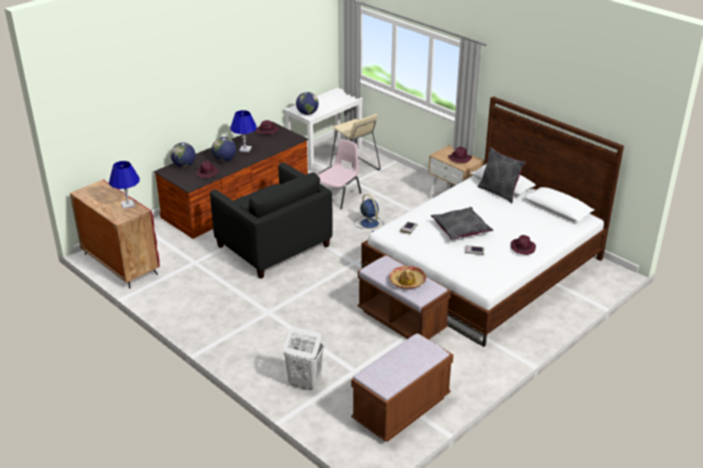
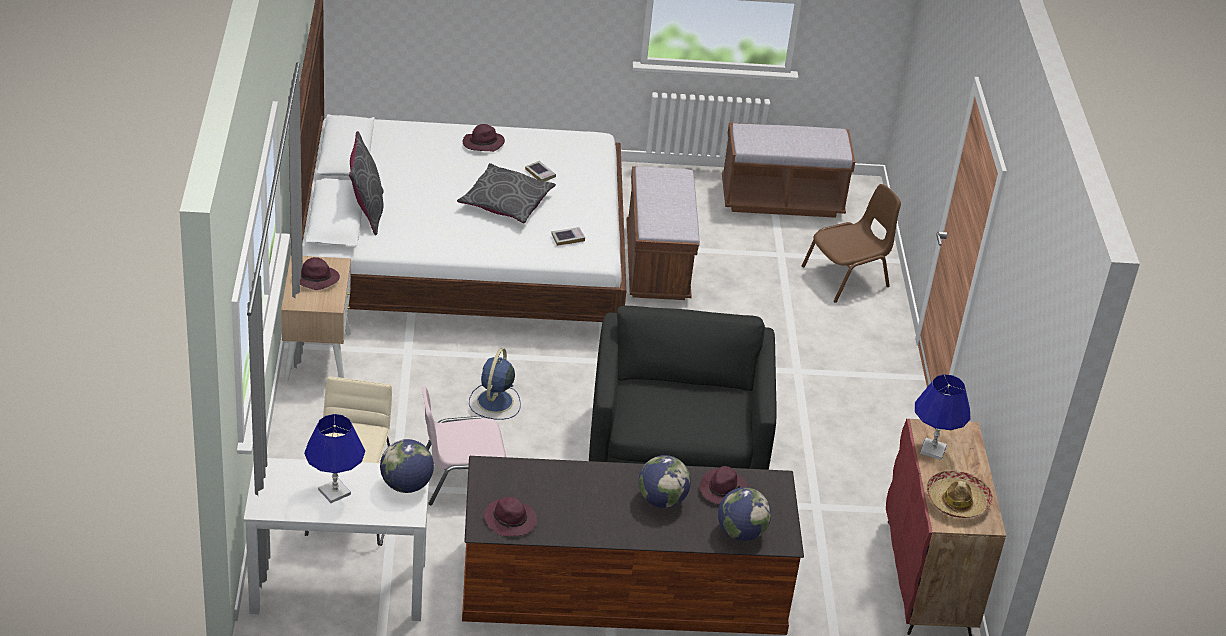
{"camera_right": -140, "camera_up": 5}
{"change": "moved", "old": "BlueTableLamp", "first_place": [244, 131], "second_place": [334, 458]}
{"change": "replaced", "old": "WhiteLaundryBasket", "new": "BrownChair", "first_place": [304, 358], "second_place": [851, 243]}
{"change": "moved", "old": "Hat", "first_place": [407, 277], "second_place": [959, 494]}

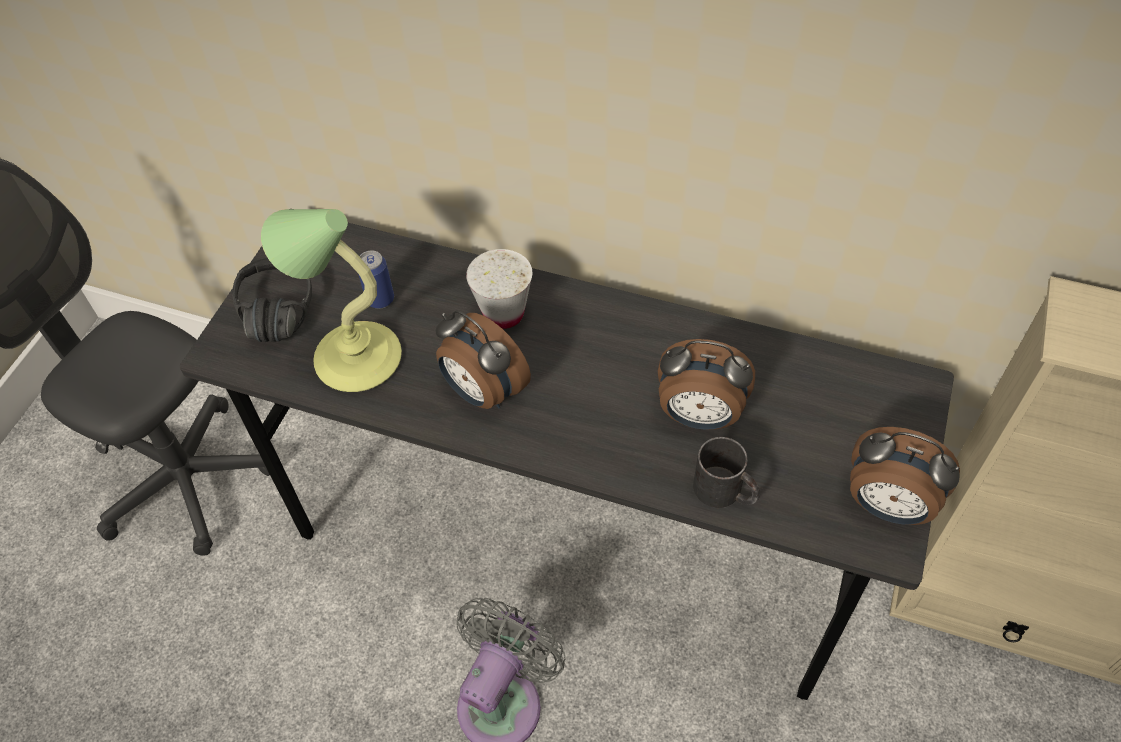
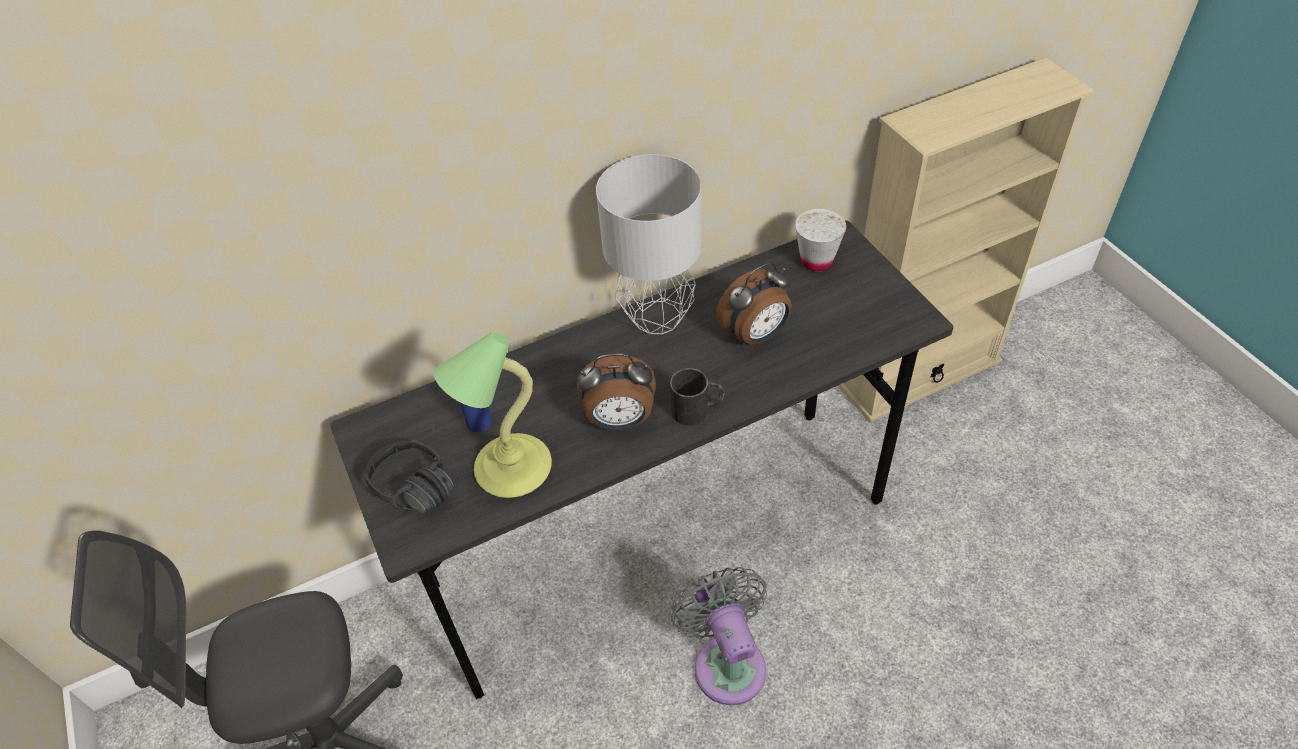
{"camera_right": -45, "camera_up": -5}
{"change": "moved", "old": "WhiteCup", "first_place": [499, 289], "second_place": [820, 240]}
{"change": "moved", "old": "BlackMug", "first_place": [726, 472], "second_place": [697, 397]}
{"change": "removed", "old": "AlarmClock", "first_place": [905, 476]}
{"change": "added", "new": "GreyTableLamp", "second_place": [649, 244]}

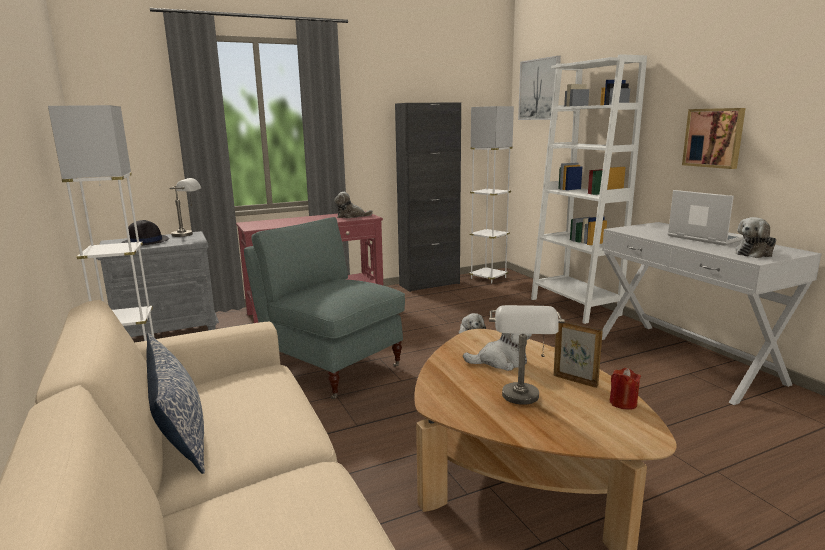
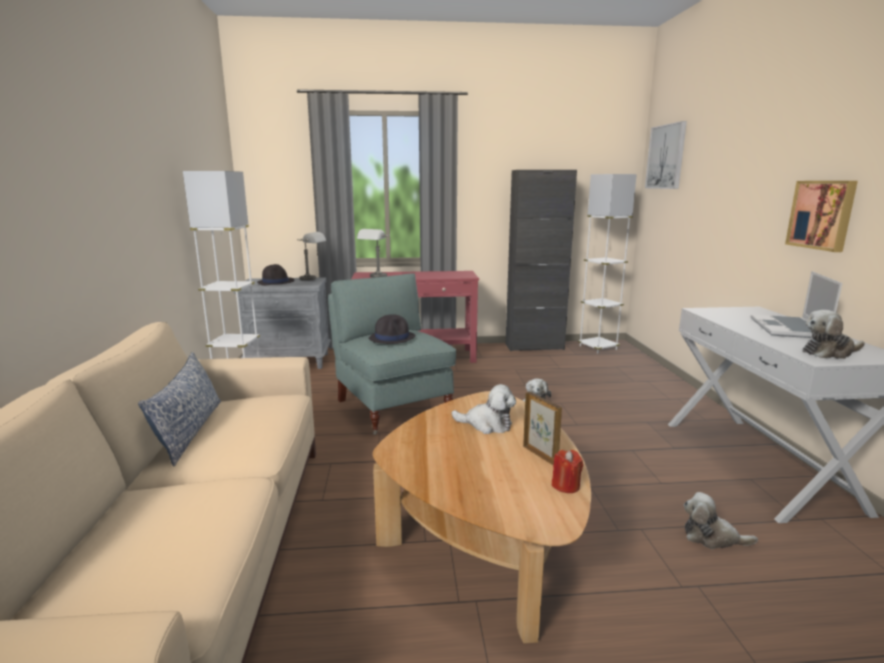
{"camera_right": 20, "camera_up": 0}
{"change": "moved", "old": "PlushToy", "first_place": [353, 205], "second_place": [721, 520]}
{"change": "moved", "old": "GreyTableLamp", "first_place": [527, 355], "second_place": [373, 253]}
{"change": "removed", "old": "WhiteBookcase", "first_place": [589, 189]}
{"change": "turned", "old": "Laptop", "first_place": [705, 218], "second_place": [796, 304], "degrees": -150}
{"change": "added", "new": "BlackHat", "second_place": [392, 329]}

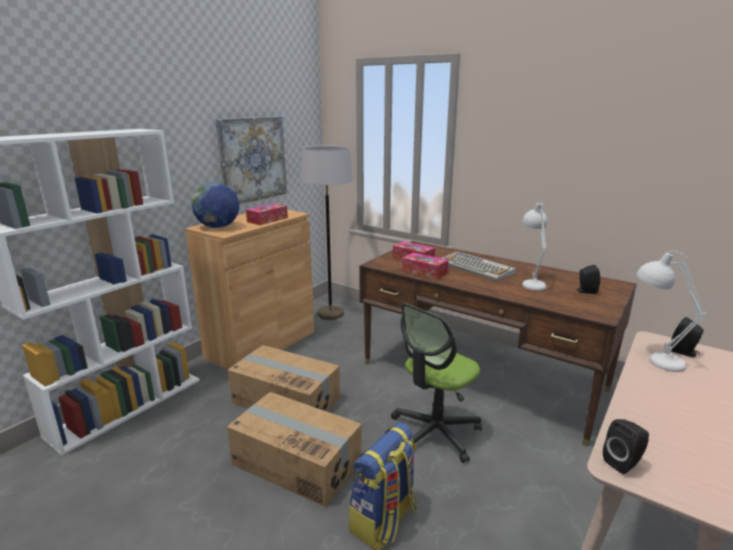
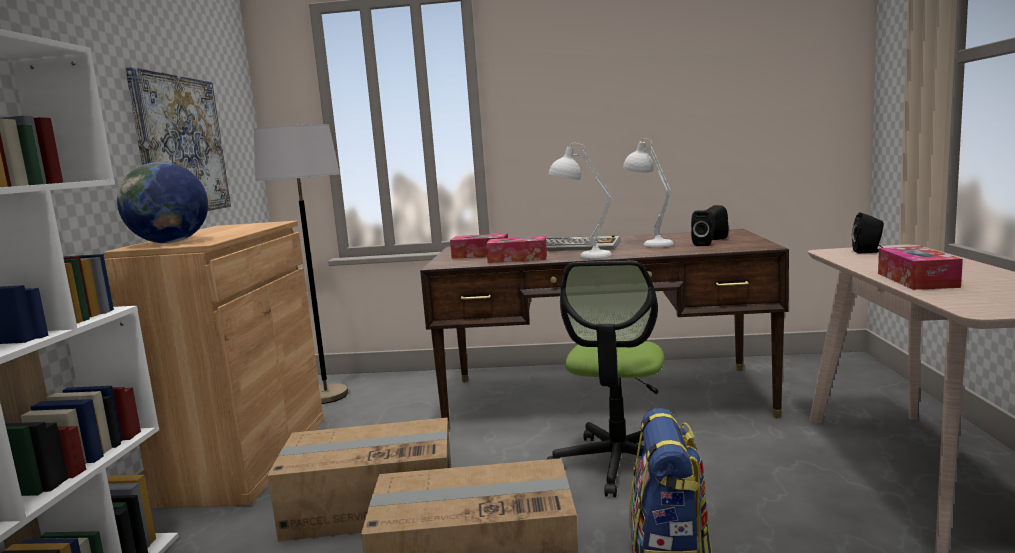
{"camera_right": -30, "camera_up": -10}
{"change": "moved", "old": "TissueBox", "first_place": [267, 214], "second_place": [920, 268]}
{"change": "moved", "old": "BlackSpeaker", "first_place": [626, 446], "second_place": [703, 228]}
{"change": "moved", "old": "WhiteTableLamp", "first_place": [671, 311], "second_place": [580, 201]}

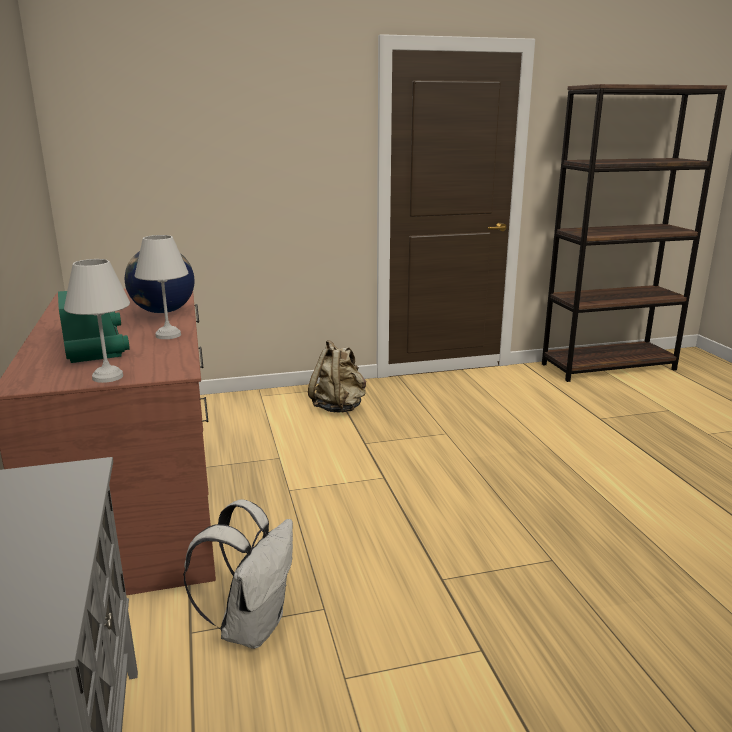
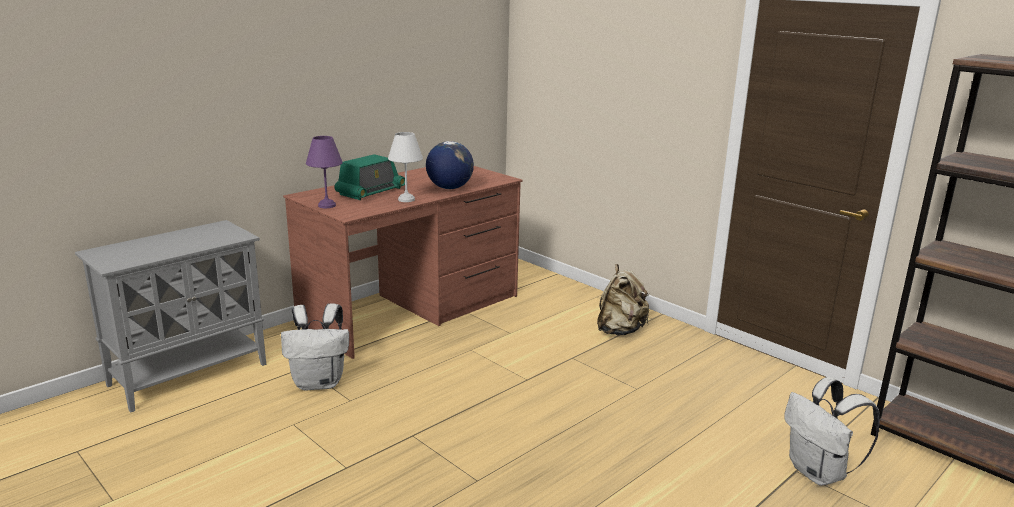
{"camera_right": 60, "camera_up": 0}
{"change": "recoloured", "old": "WhiteTableLamp", "new": "PurpleTableLamp", "first_place": [97, 321], "second_place": [324, 172]}
{"change": "added", "new": "WhiteBackpack", "second_place": [832, 431]}

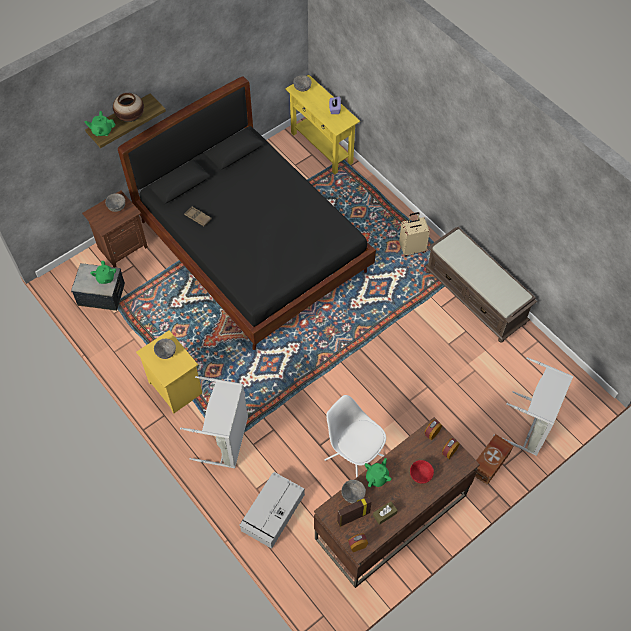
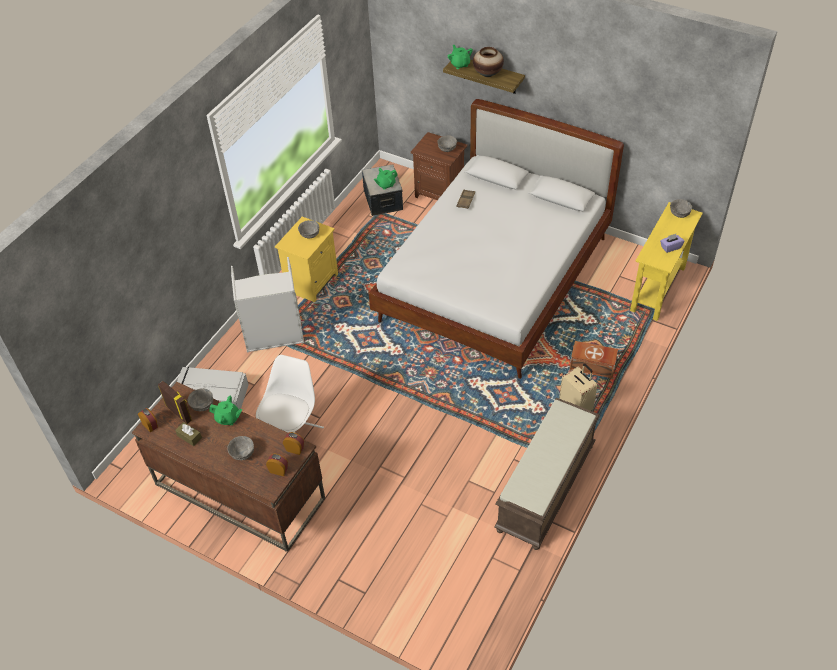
{"camera_right": 70, "camera_up": -10}
{"change": "recoloured", "old": "BlackBed", "new": "WhiteBed", "first_place": [247, 213], "second_place": [496, 239]}
{"change": "recoloured", "old": "RedBowl", "new": "GreyBowl", "first_place": [422, 472], "second_place": [240, 448]}
{"change": "moved", "old": "BrownStorageBox", "first_place": [494, 459], "second_place": [594, 359]}
{"change": "removed", "old": "GreyLaundryBasket", "first_place": [533, 406]}

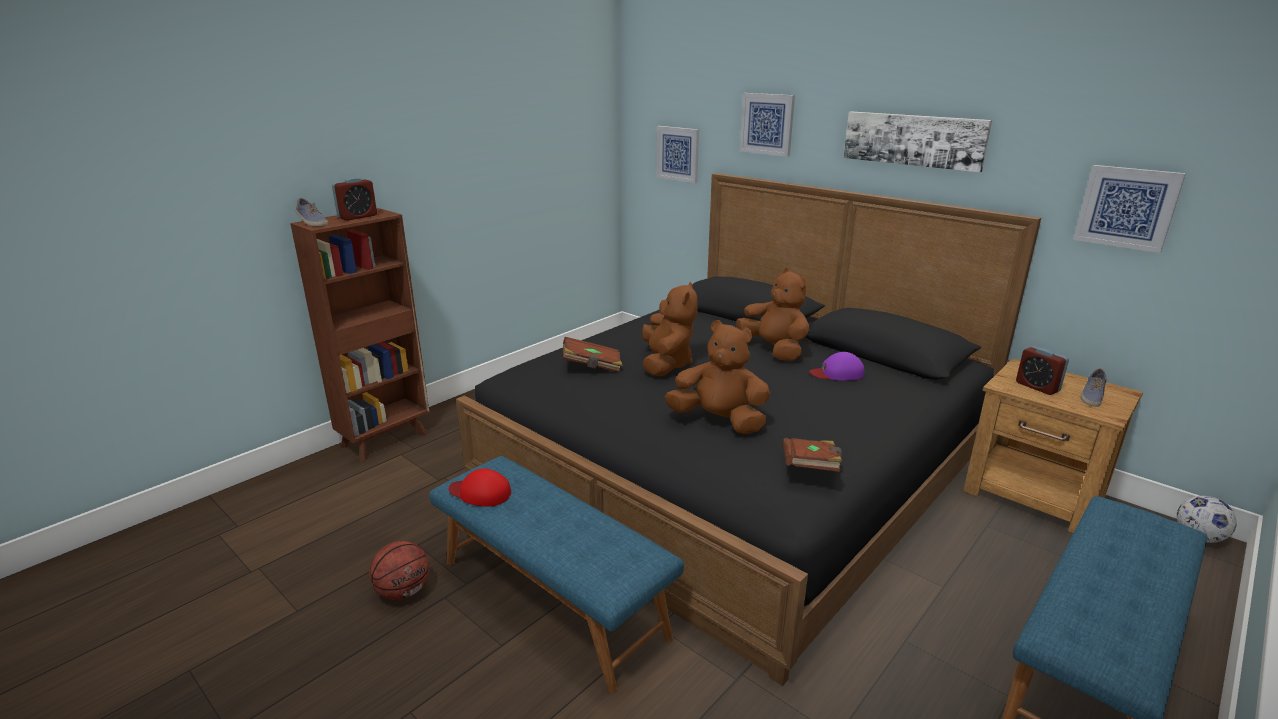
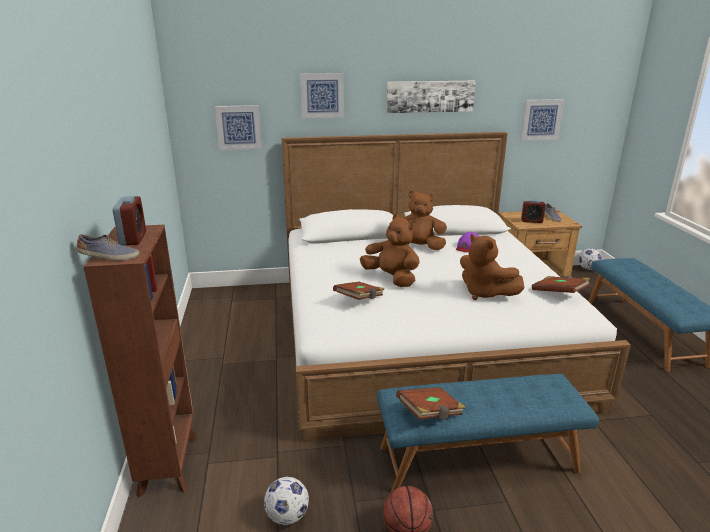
{"camera_right": -50, "camera_up": 0}
{"change": "replaced", "old": "RedCap", "new": "BrownBook", "first_place": [480, 487], "second_place": [431, 403]}
{"change": "recoloured", "old": "BlackBed", "new": "WhiteBed", "first_place": [748, 429], "second_place": [456, 287]}
{"change": "turned", "old": "BrownPlushToy", "first_place": [717, 377], "second_place": [492, 267], "degrees": -105}
{"change": "added", "new": "Football", "second_place": [286, 501]}

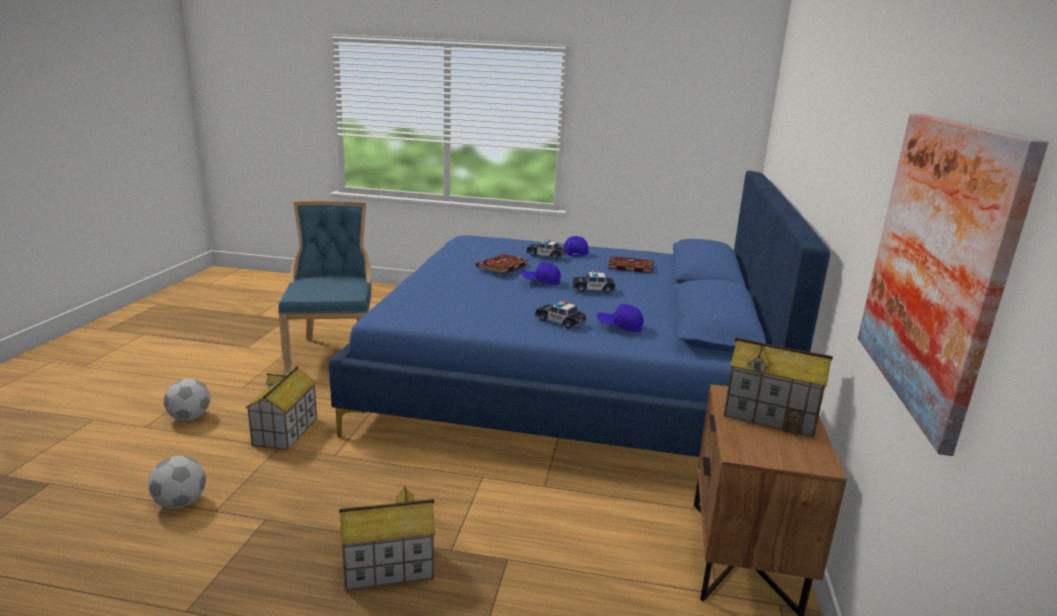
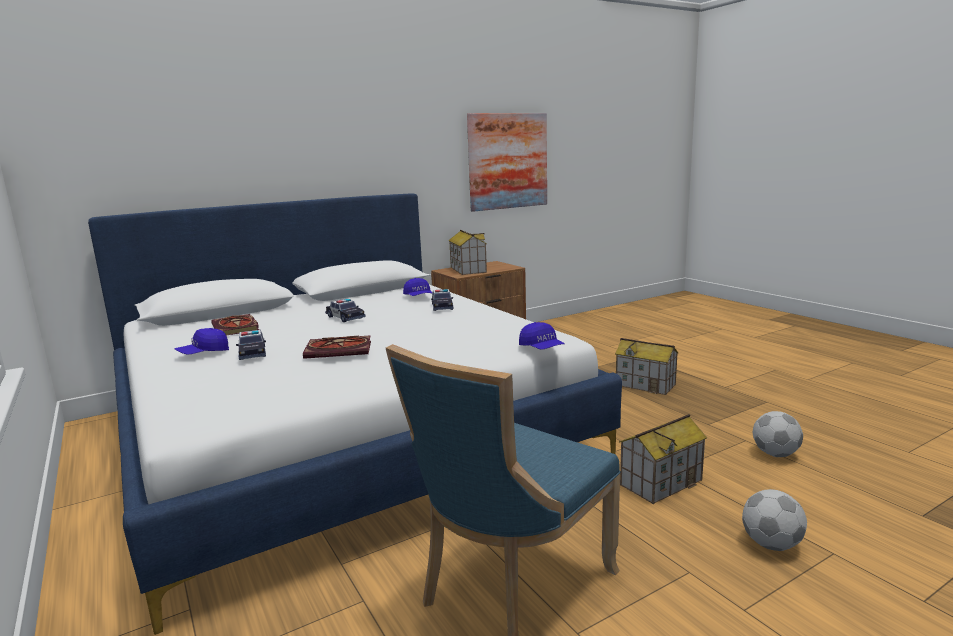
{"camera_right": -130, "camera_up": -5}
{"change": "recoloured", "old": "BlueBed", "new": "WhiteBed", "first_place": [579, 314], "second_place": [355, 414]}
{"change": "moved", "old": "BlueCap", "first_place": [541, 273], "second_place": [542, 336]}

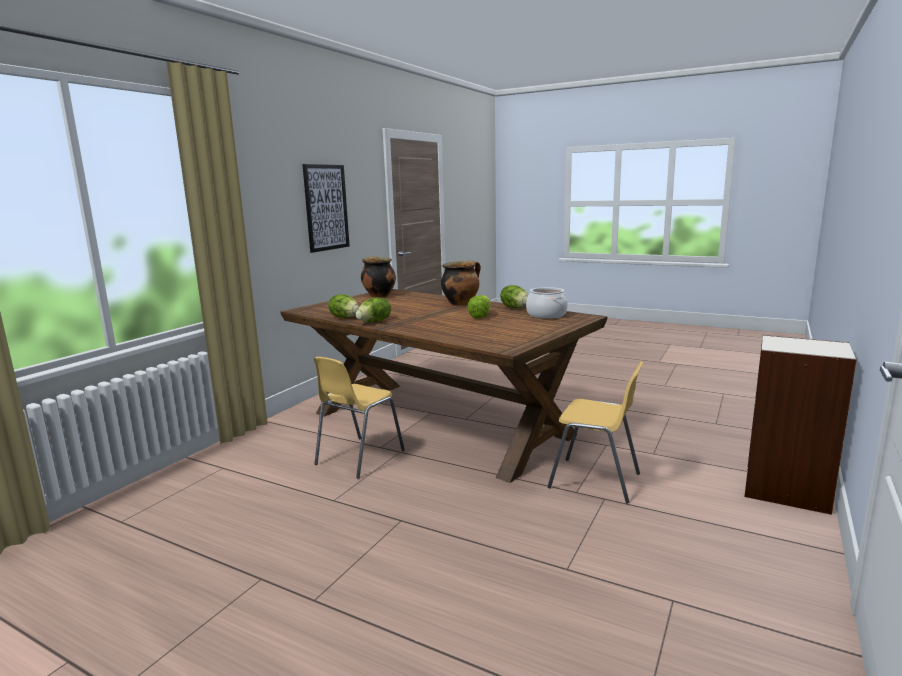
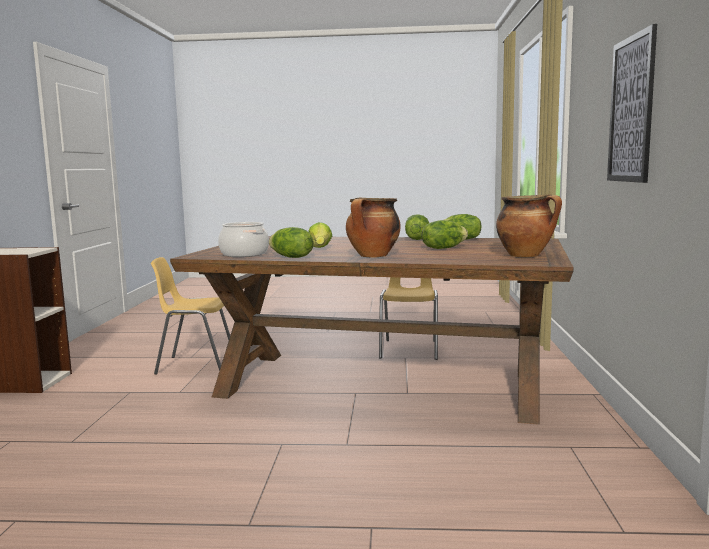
{"camera_right": 155, "camera_up": -5}
{"change": "added", "new": "Lettuce", "second_place": [445, 234]}

